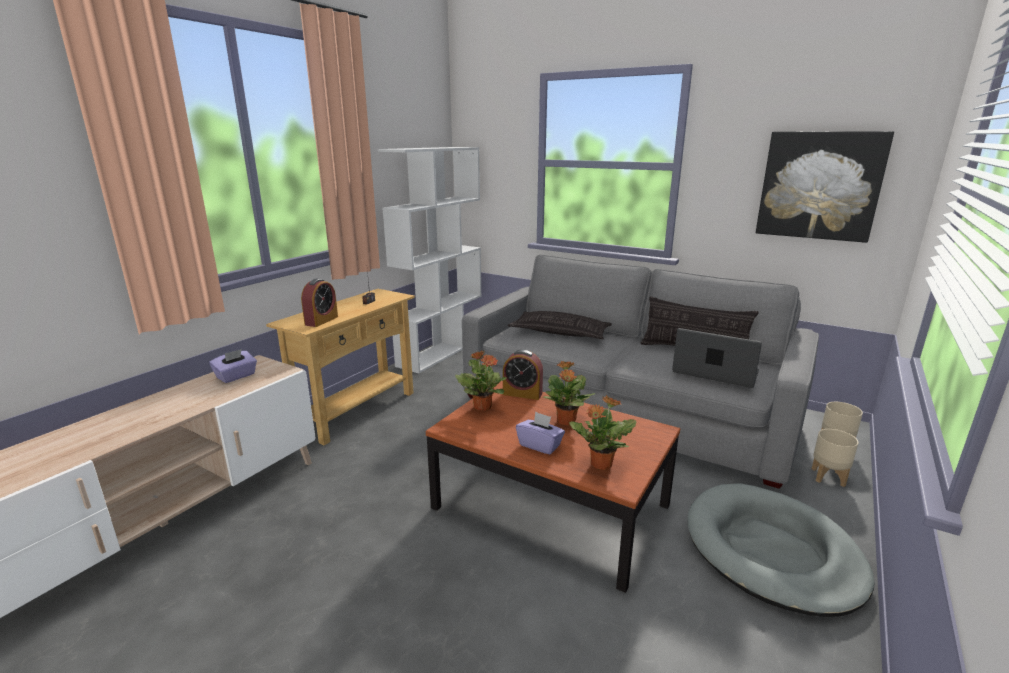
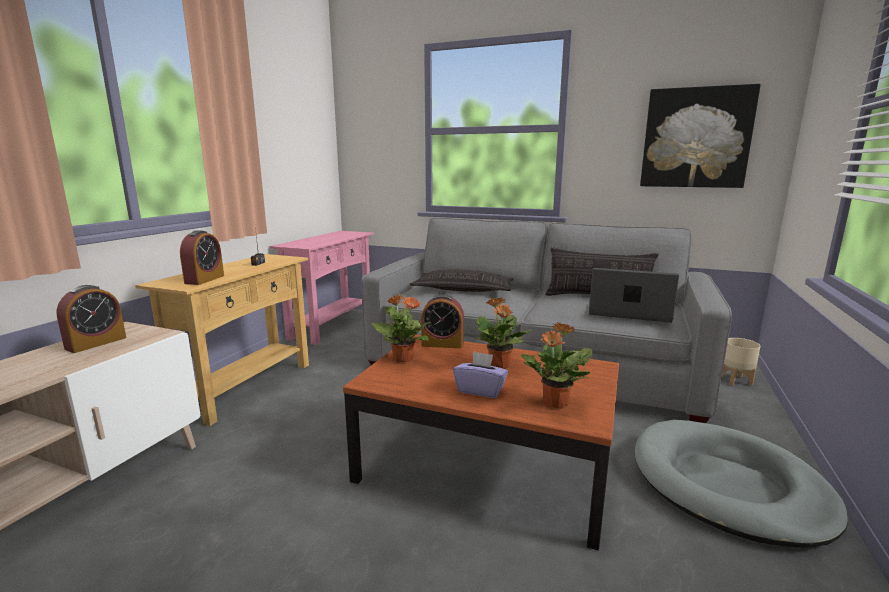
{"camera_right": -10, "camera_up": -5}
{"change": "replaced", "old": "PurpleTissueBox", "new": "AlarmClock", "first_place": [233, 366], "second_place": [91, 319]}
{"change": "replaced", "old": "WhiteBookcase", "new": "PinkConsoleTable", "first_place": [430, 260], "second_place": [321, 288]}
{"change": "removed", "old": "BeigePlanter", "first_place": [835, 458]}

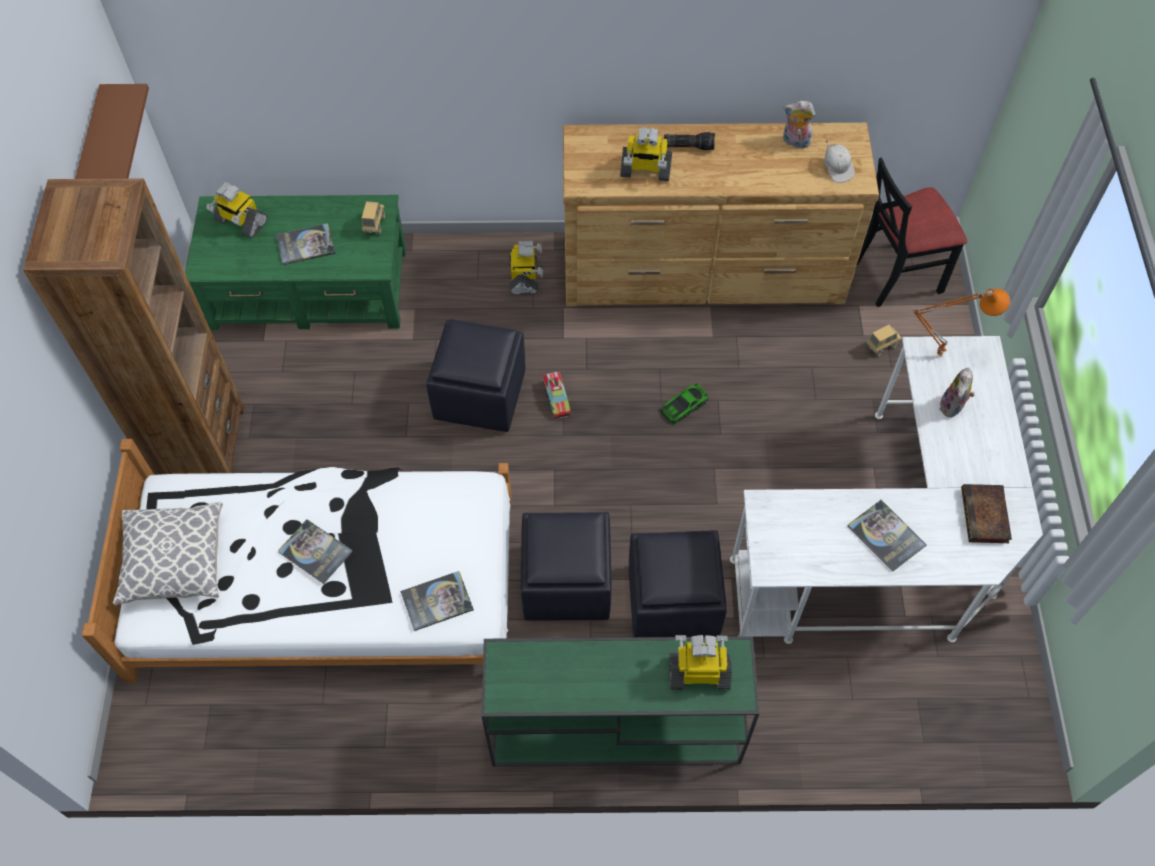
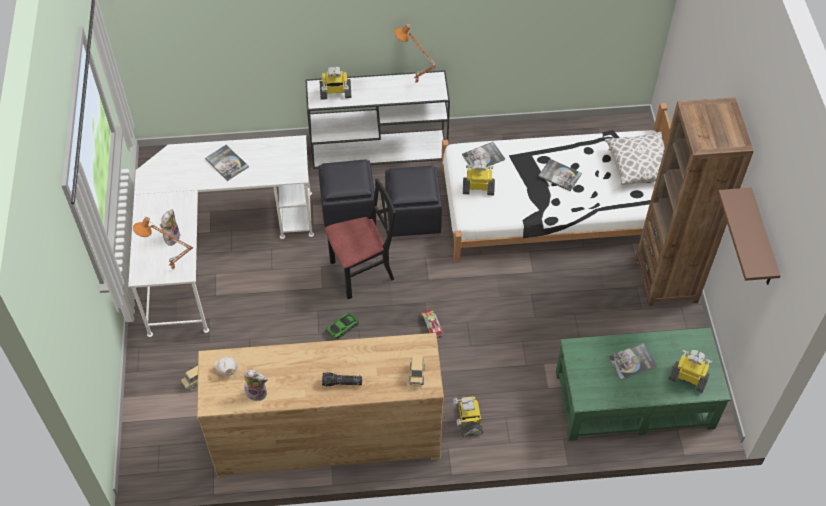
{"camera_right": 175, "camera_up": -5}
{"change": "moved", "old": "ToyTruck", "first_place": [373, 218], "second_place": [417, 369]}
{"change": "removed", "old": "BlackOttoman", "first_place": [475, 375]}
{"change": "recoloured", "old": "GreenConsoleTable", "new": "WhiteConsoleTable", "first_place": [620, 701], "second_place": [377, 119]}
{"change": "moved", "old": "ToyRobot", "first_place": [646, 154], "second_place": [479, 177]}
{"change": "moved", "old": "BlackChair", "first_place": [912, 232], "second_place": [360, 238]}
{"change": "removed", "old": "Book", "first_place": [986, 513]}
{"change": "added", "new": "OrangeTableLamp", "second_place": [415, 54]}

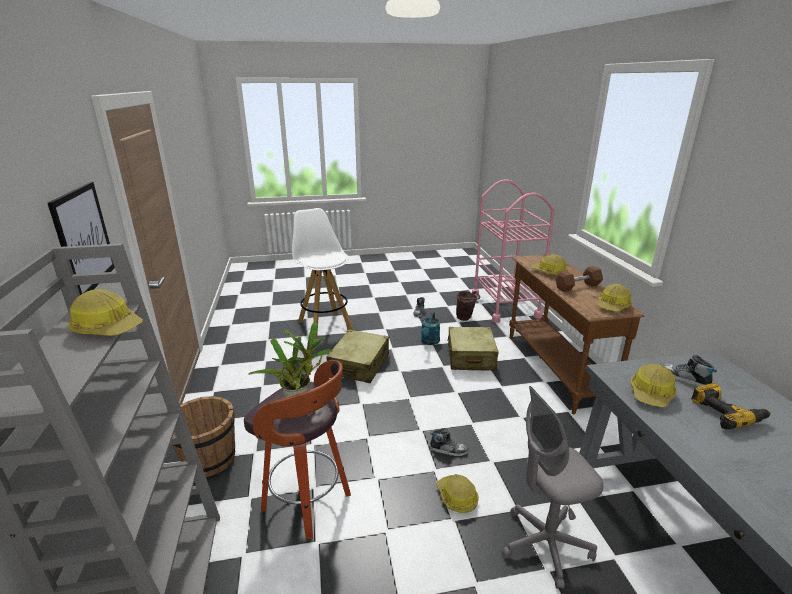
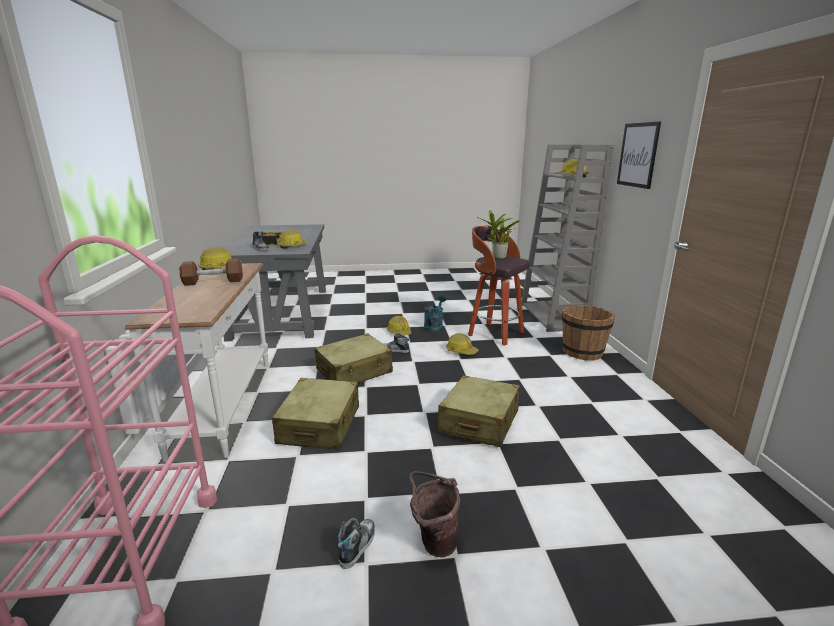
{"camera_right": -175, "camera_up": -5}
{"change": "removed", "old": "WhiteStool", "first_place": [323, 274]}
{"change": "moved", "old": "TurquoiseWateringCan", "first_place": [430, 328], "second_place": [435, 314]}
{"change": "moved", "old": "BrownBucket", "first_place": [468, 306], "second_place": [435, 514]}
{"change": "removed", "old": "GreyOfficeChair", "first_place": [552, 487]}
{"change": "recoloured", "old": "BrownConsoleTable", "new": "WhiteConsoleTable", "first_place": [577, 334], "second_place": [196, 362]}
{"change": "moved", "old": "HardHat", "first_place": [549, 264], "second_place": [462, 344]}
{"change": "added", "new": "BeigeSuitcase", "second_place": [354, 358]}

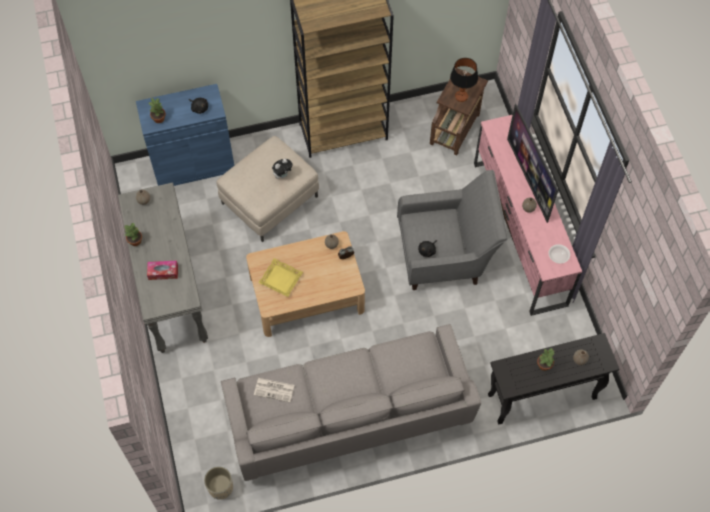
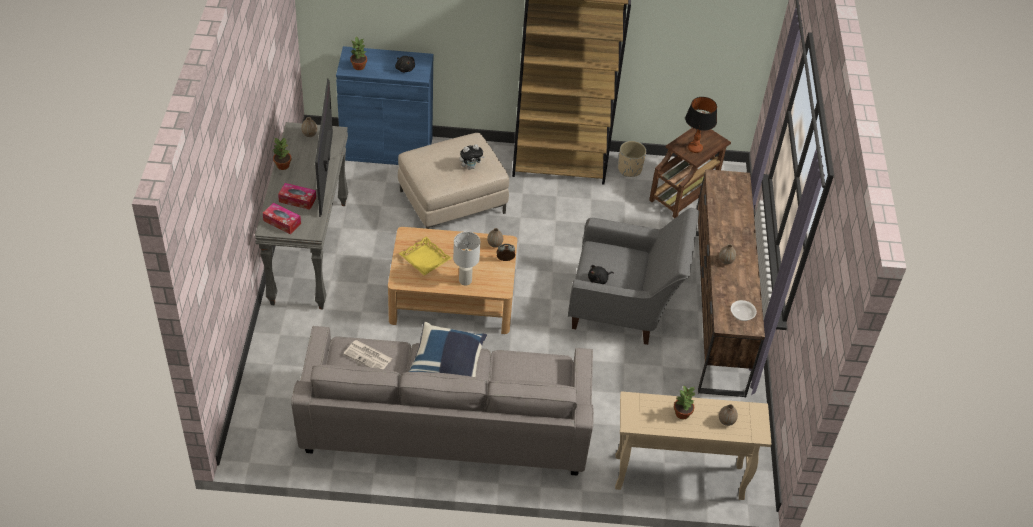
{"camera_right": 15, "camera_up": -15}
{"change": "moved", "old": "BeigePlanter", "first_place": [218, 483], "second_place": [632, 159]}
{"change": "recoloured", "old": "PinkTvStand", "new": "BrownTvStand", "first_place": [528, 215], "second_place": [730, 283]}
{"change": "recoloured", "old": "BlackConsoleTable", "new": "BeigeConsoleTable", "first_place": [553, 379], "second_place": [693, 445]}
{"change": "moved", "old": "Television", "first_place": [532, 163], "second_place": [324, 147]}
{"change": "added", "new": "TissueBox", "second_place": [282, 218]}
{"change": "added", "new": "BluePillow", "second_place": [448, 349]}
{"change": "added", "new": "WhiteTableLamp", "second_place": [466, 259]}

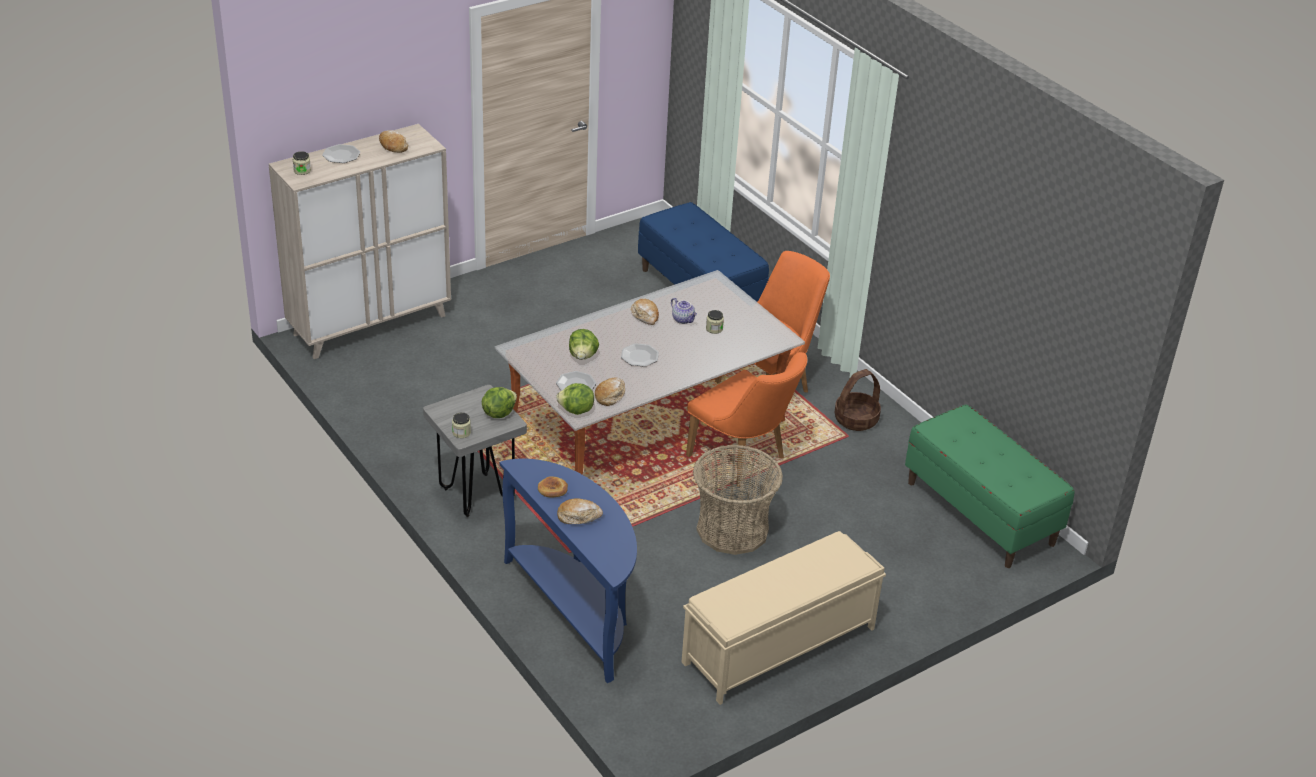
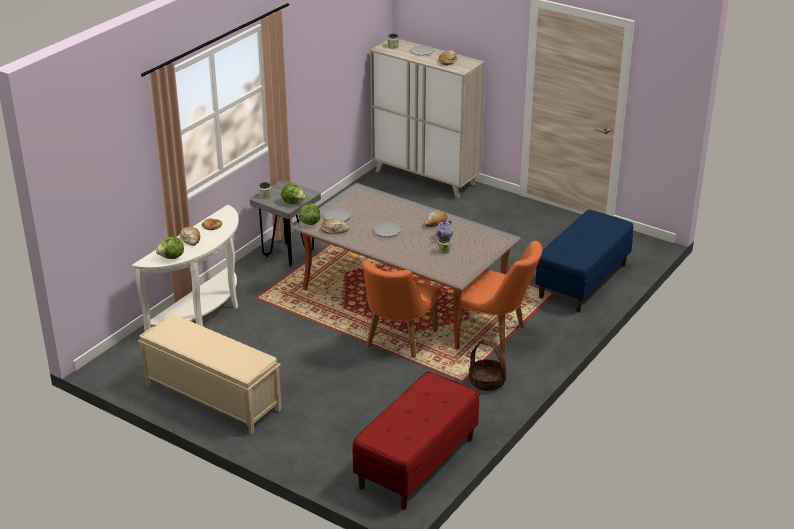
{"camera_right": 70, "camera_up": -5}
{"change": "recoloured", "old": "BlueConsoleTable", "new": "WhiteConsoleTable", "first_place": [568, 571], "second_place": [185, 268]}
{"change": "moved", "old": "Lettuce", "first_place": [584, 344], "second_place": [170, 248]}
{"change": "removed", "old": "Basket", "first_place": [738, 500]}
{"change": "recoloured", "old": "GreenBench", "new": "RedBench", "first_place": [989, 486], "second_place": [415, 440]}

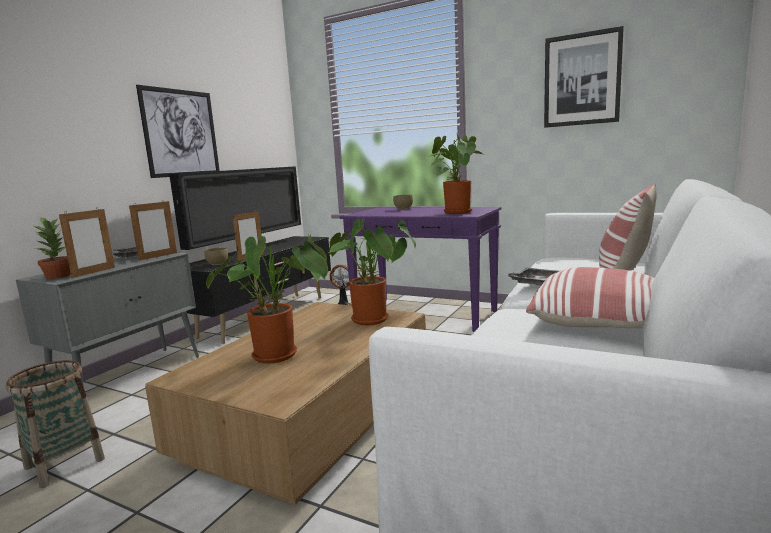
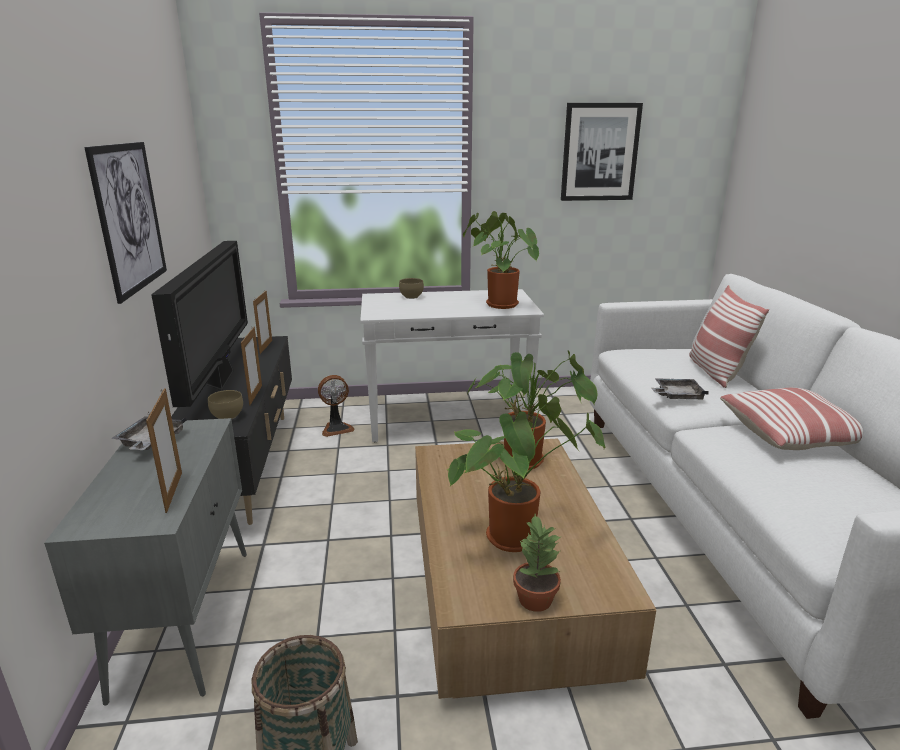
{"camera_right": -35, "camera_up": 10}
{"change": "moved", "old": "PottedPlant", "first_place": [51, 248], "second_place": [537, 563]}
{"change": "moved", "old": "PictureFrame", "first_place": [153, 231], "second_place": [262, 322]}
{"change": "recoloured", "old": "PurpleConsoleTable", "new": "WhiteConsoleTable", "first_place": [420, 269], "second_place": [452, 365]}

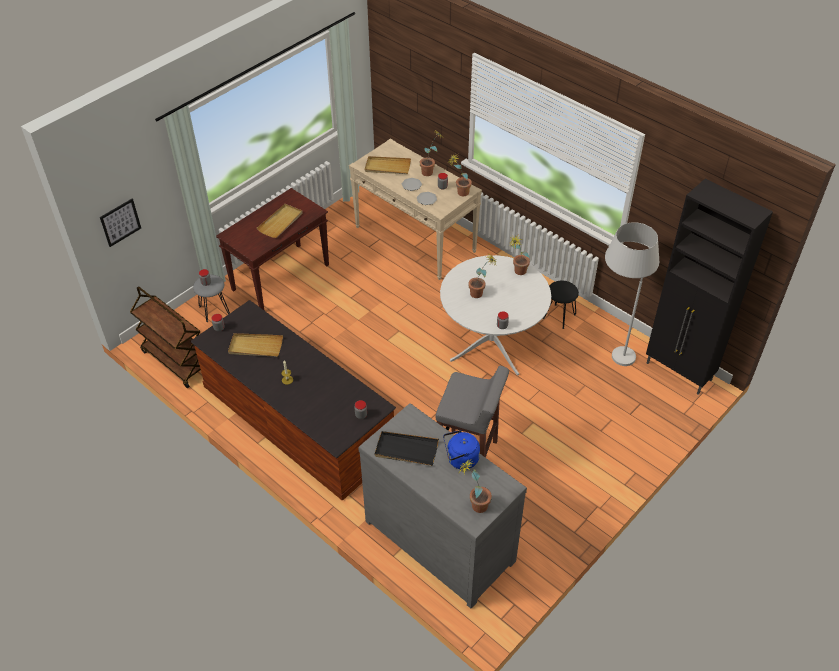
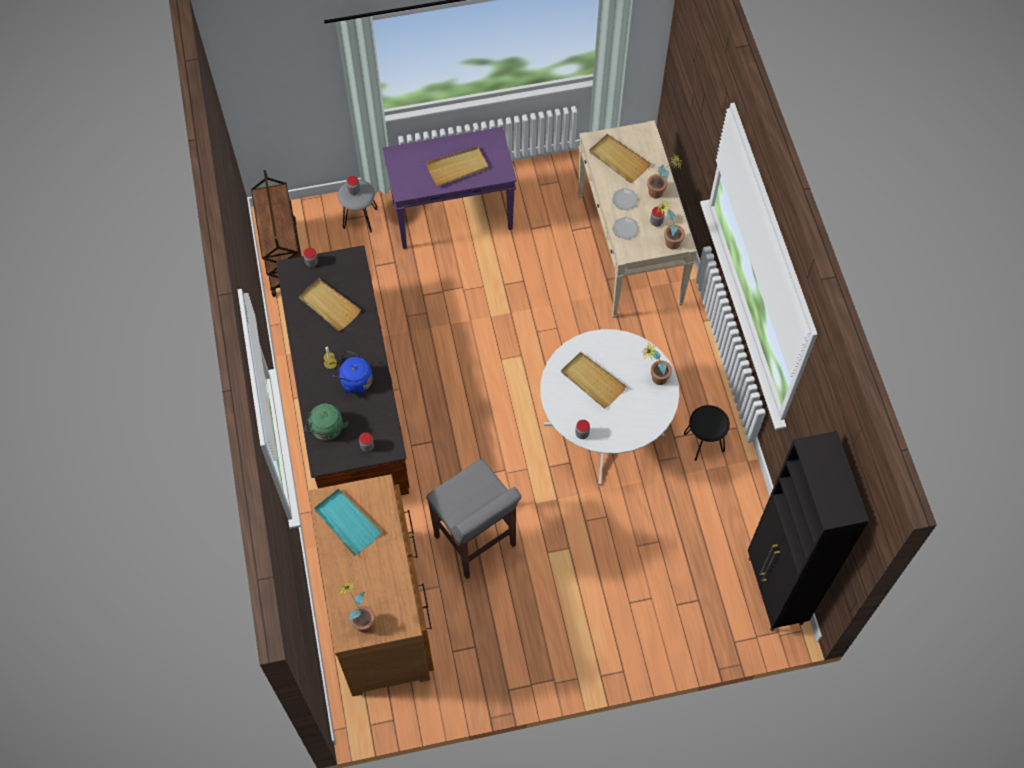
{"camera_right": 35, "camera_up": 15}
{"change": "removed", "old": "Picture", "first_place": [120, 223]}
{"change": "recoloured", "old": "BrownConsoleTable", "new": "PurpleConsoleTable", "first_place": [272, 249], "second_place": [450, 188]}
{"change": "recoloured", "old": "GreyDresser", "new": "BrownDresser", "first_place": [442, 505], "second_place": [371, 585]}
{"change": "recoloured", "old": "BlackTray", "new": "TurquoiseTray", "first_place": [407, 448], "second_place": [348, 522]}
{"change": "moved", "old": "BlueKettle", "first_place": [461, 450], "second_place": [352, 372]}
{"change": "replaced", "old": "PottedPlant", "new": "BeigeTray", "first_place": [482, 277], "second_place": [594, 380]}
{"change": "removed", "old": "WhiteFloorLamp", "first_place": [632, 294]}
{"change": "added", "new": "GreenKettle", "second_place": [327, 422]}

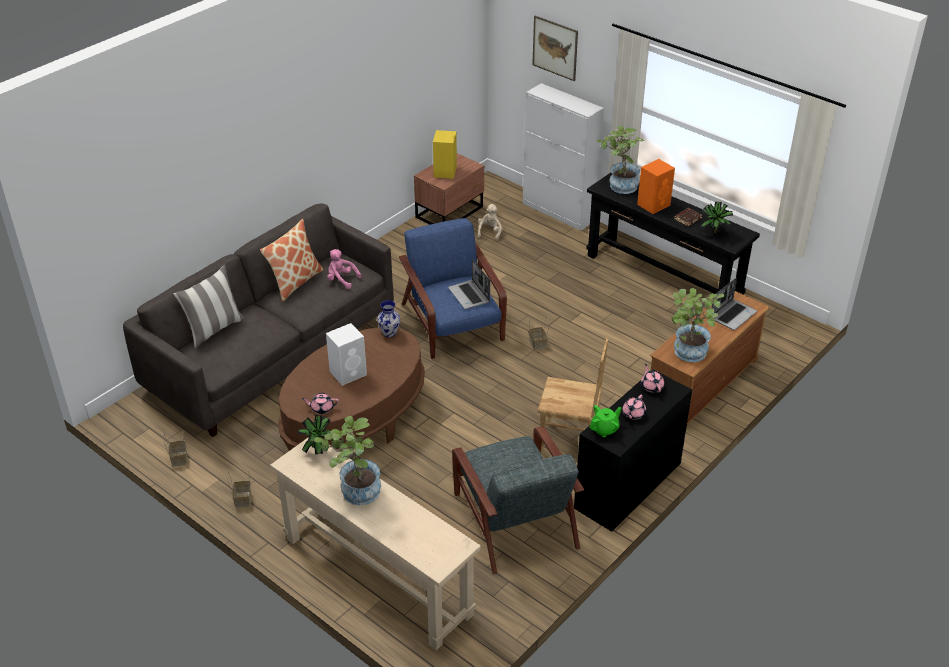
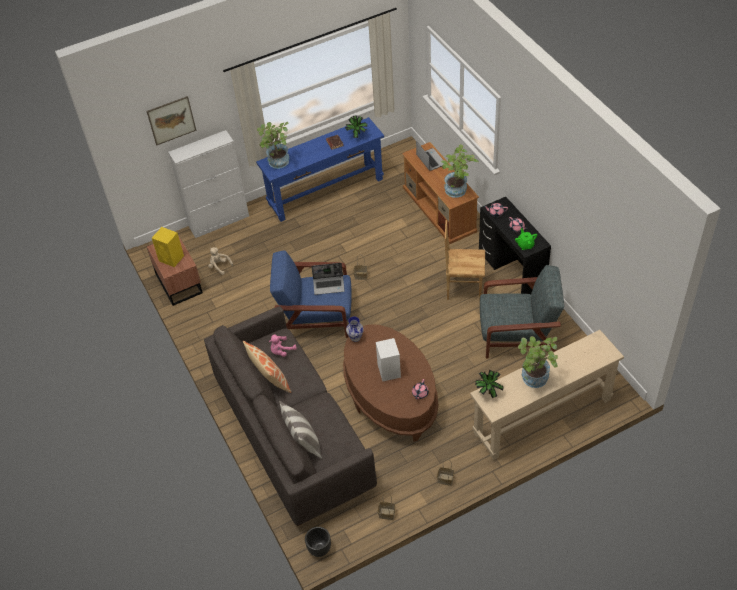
{"camera_right": -65, "camera_up": 10}
{"change": "turned", "old": "BrownChair", "first_place": [573, 395], "second_place": [465, 260], "degrees": -120}
{"change": "recoloured", "old": "BlackConsoleTable", "new": "BlueConsoleTable", "first_place": [673, 233], "second_place": [320, 169]}
{"change": "removed", "old": "OrangeSpeaker", "first_place": [656, 186]}
{"change": "added", "new": "BlackPlanter", "second_place": [318, 542]}

